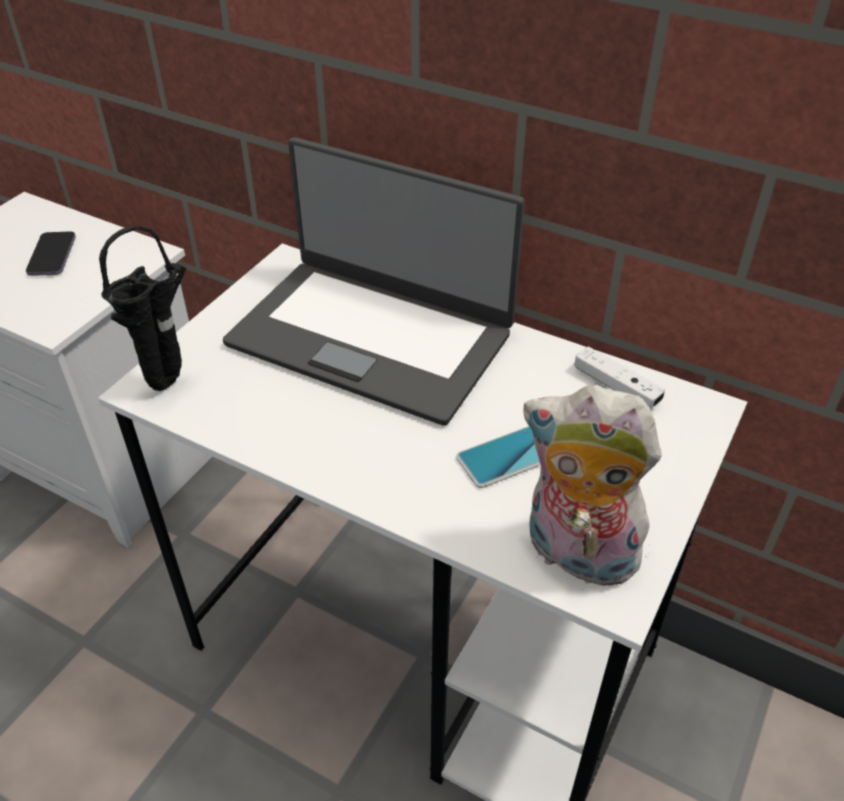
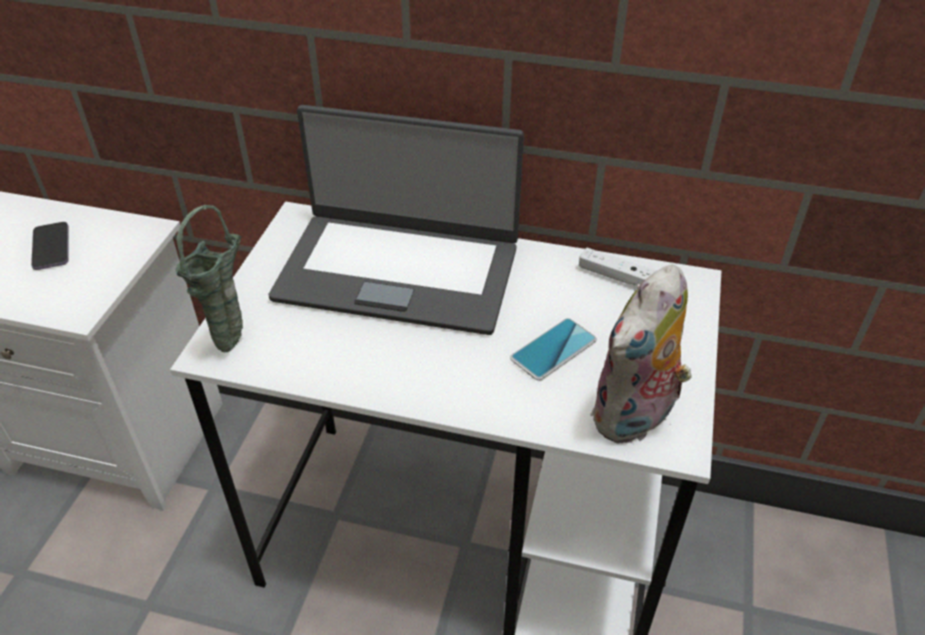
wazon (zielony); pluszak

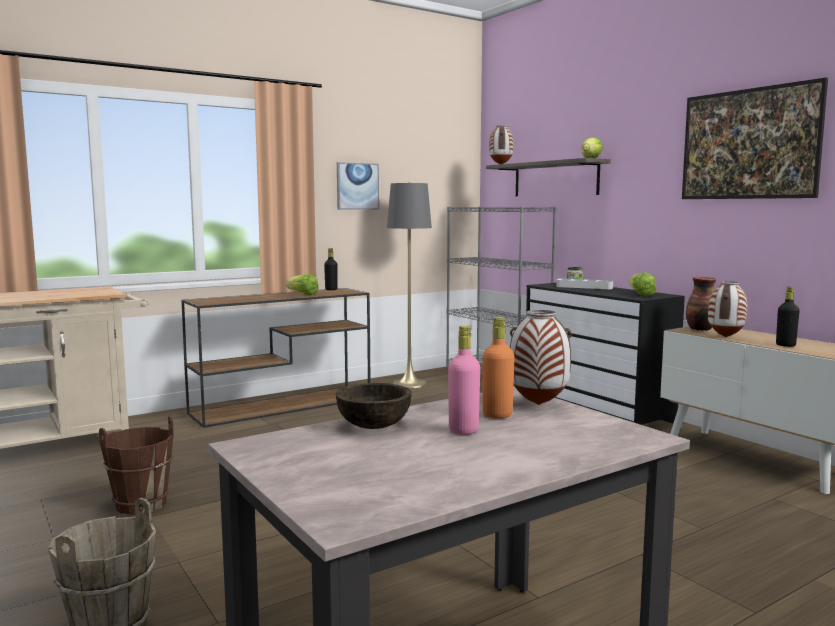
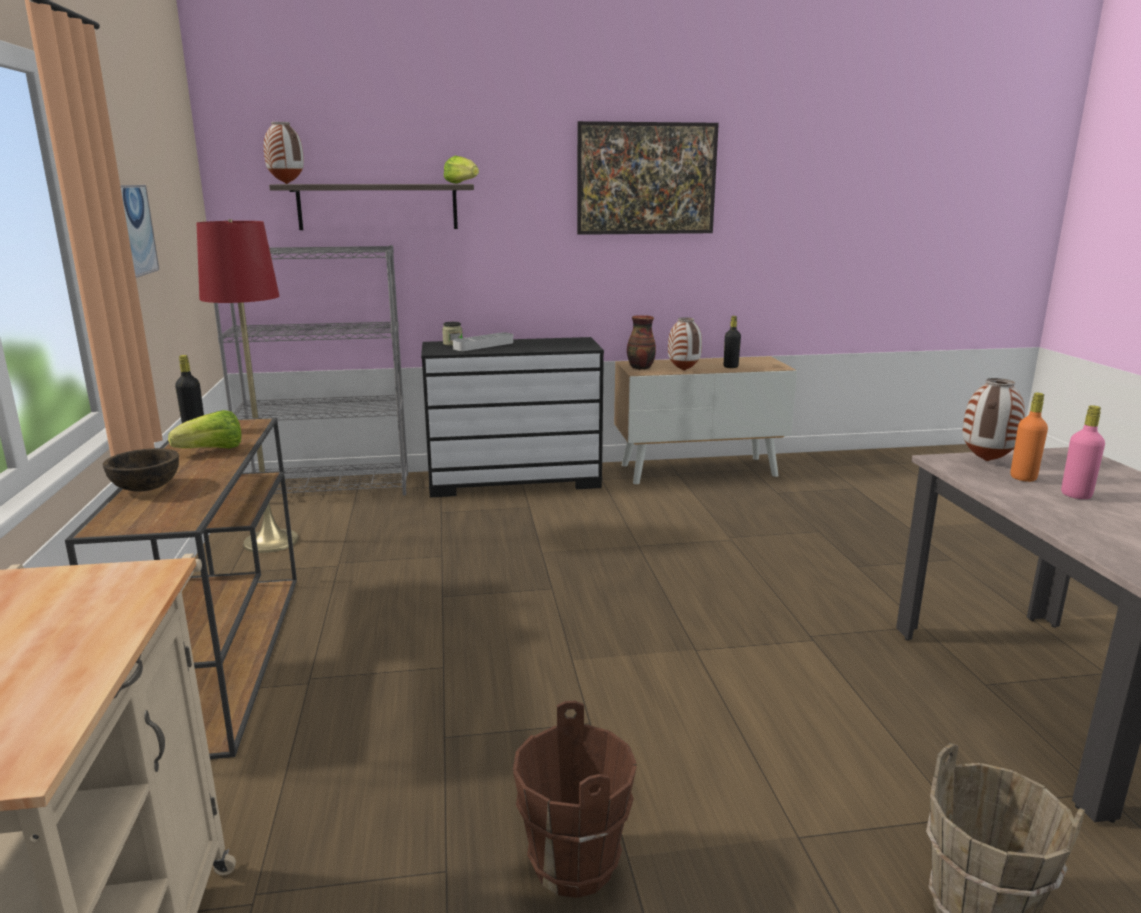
sałata (no. 3 from left in the first image); miska (brązowy); lampa stojąca (czerwony)

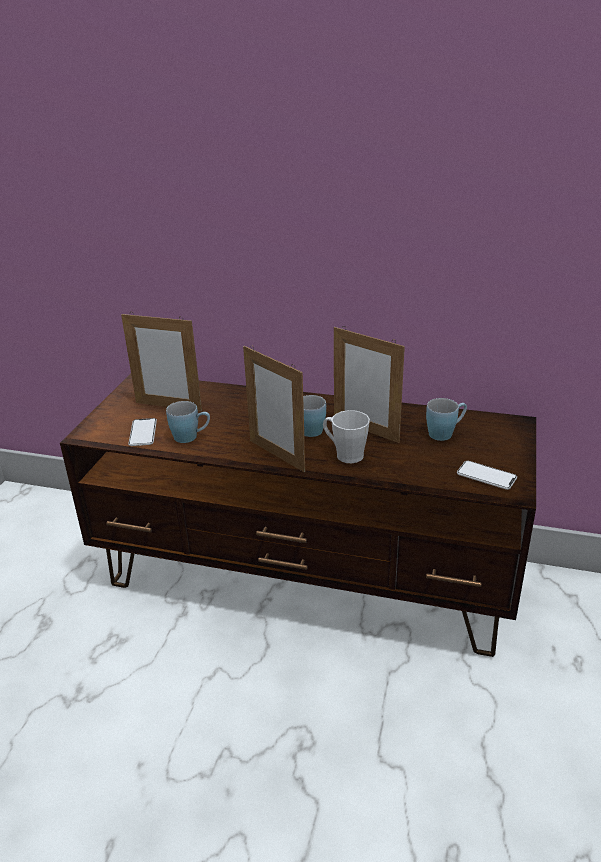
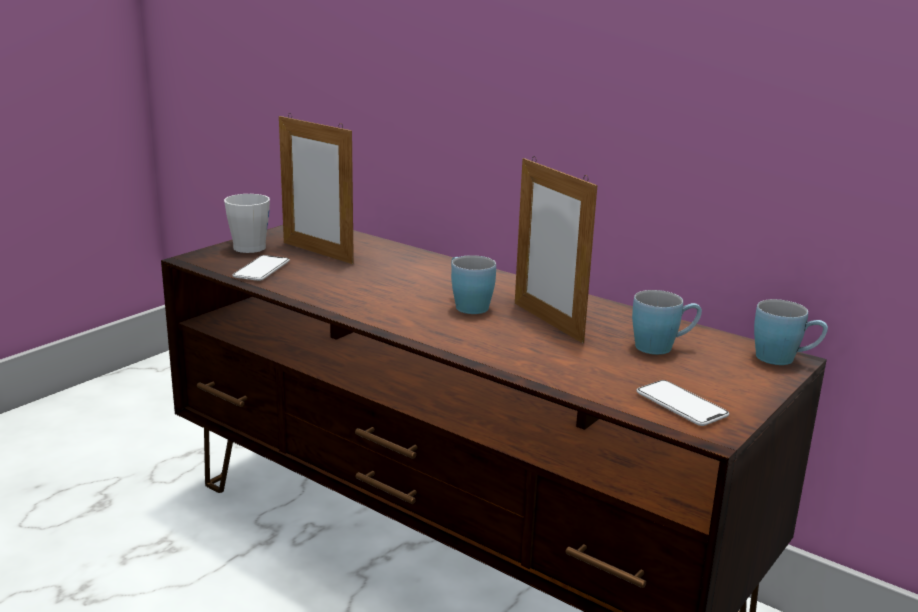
ramka na zdjęcie (no. 2 from left in the first image); kubek (niebieski) (no. 3 from left); kubek (szary)

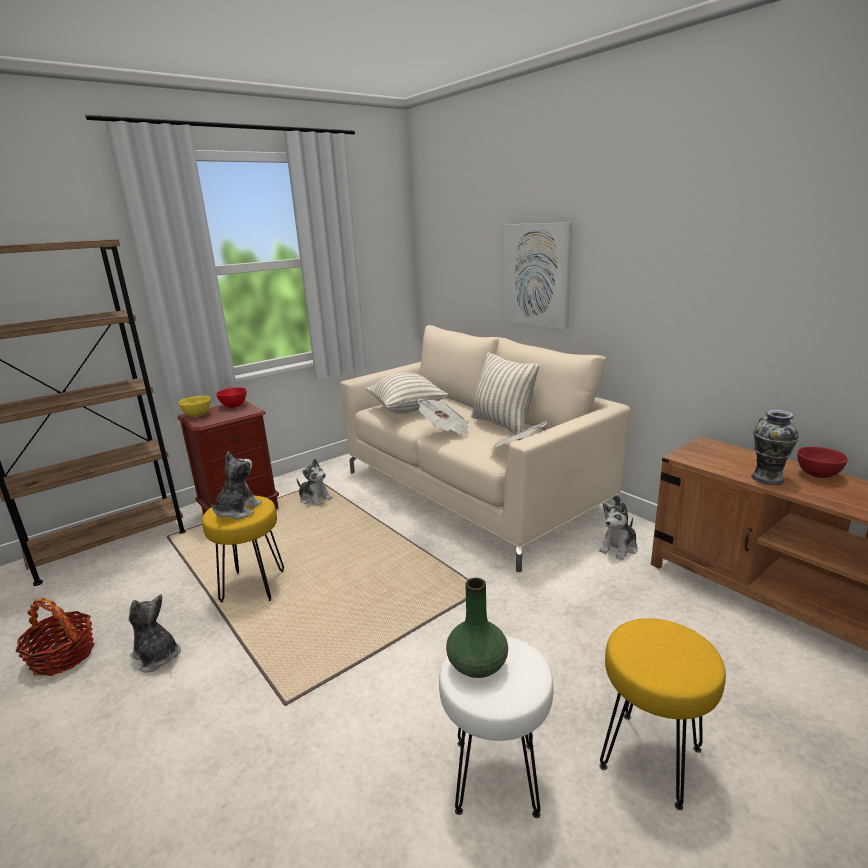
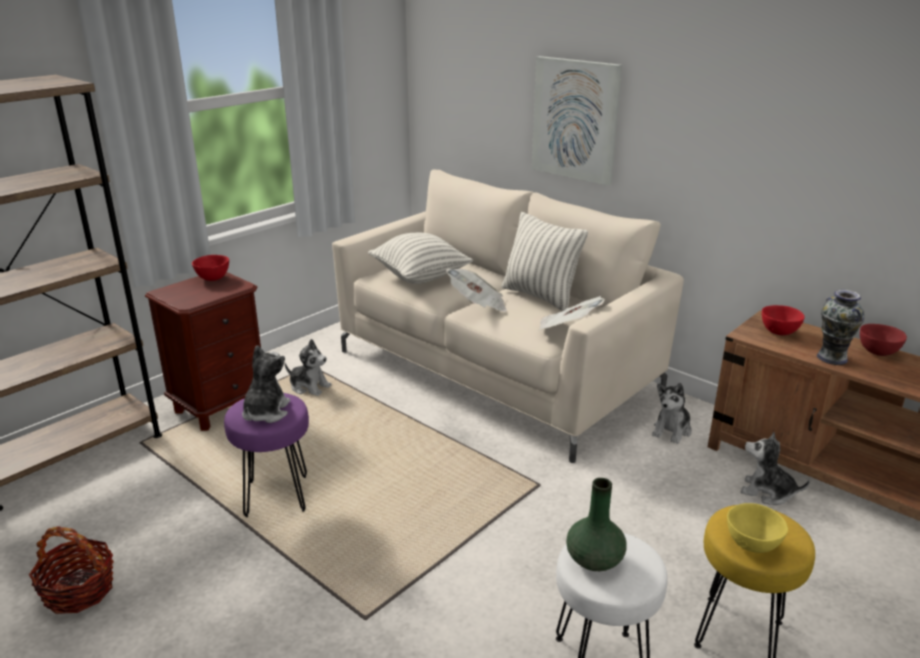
miska (czerwony) (no. 2 from left); pluszak (no. 4 from left); miska (żółty); stołek (fioletowy)

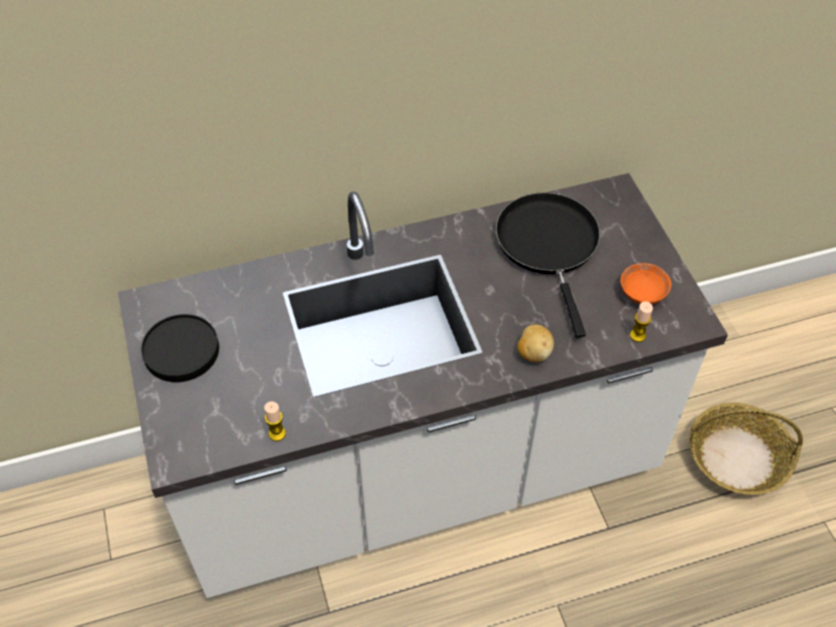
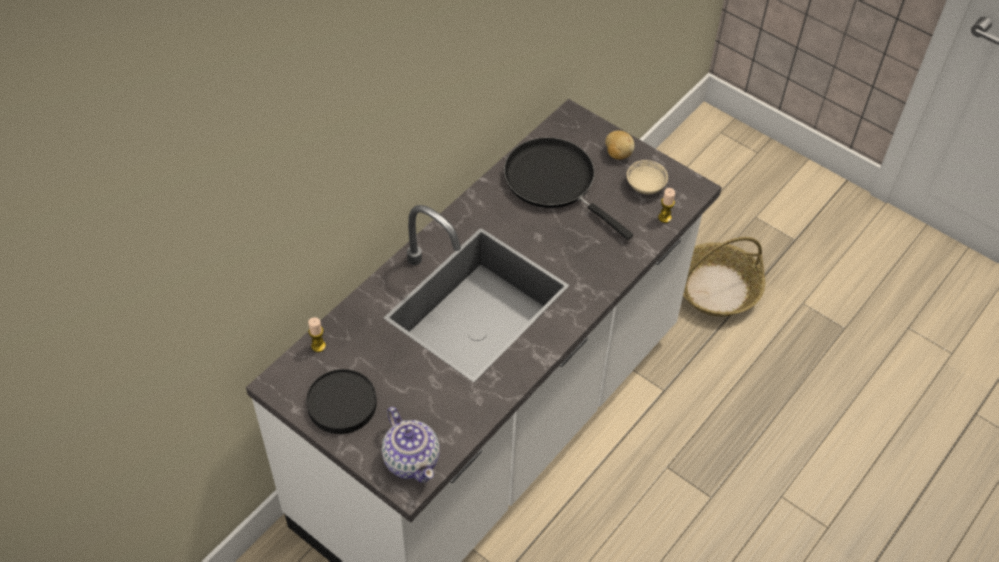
imbryk; świeca (no. 1 from left); ziemniak; miska (beżowy)

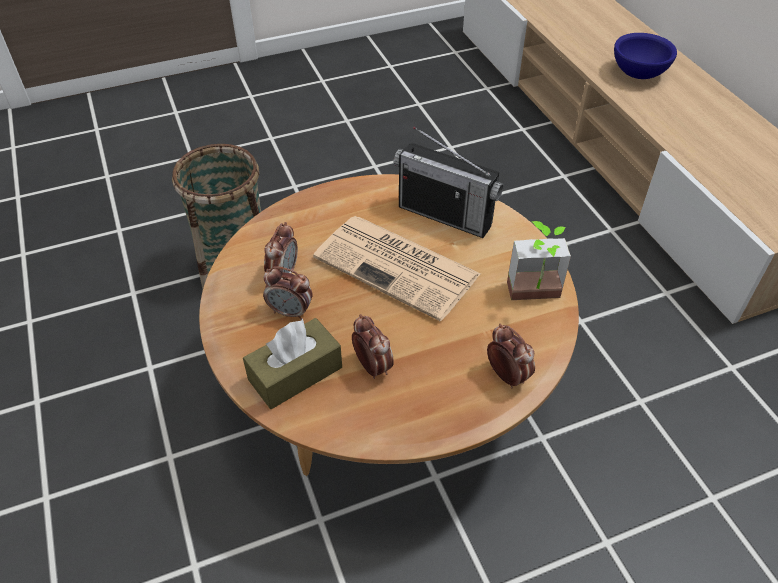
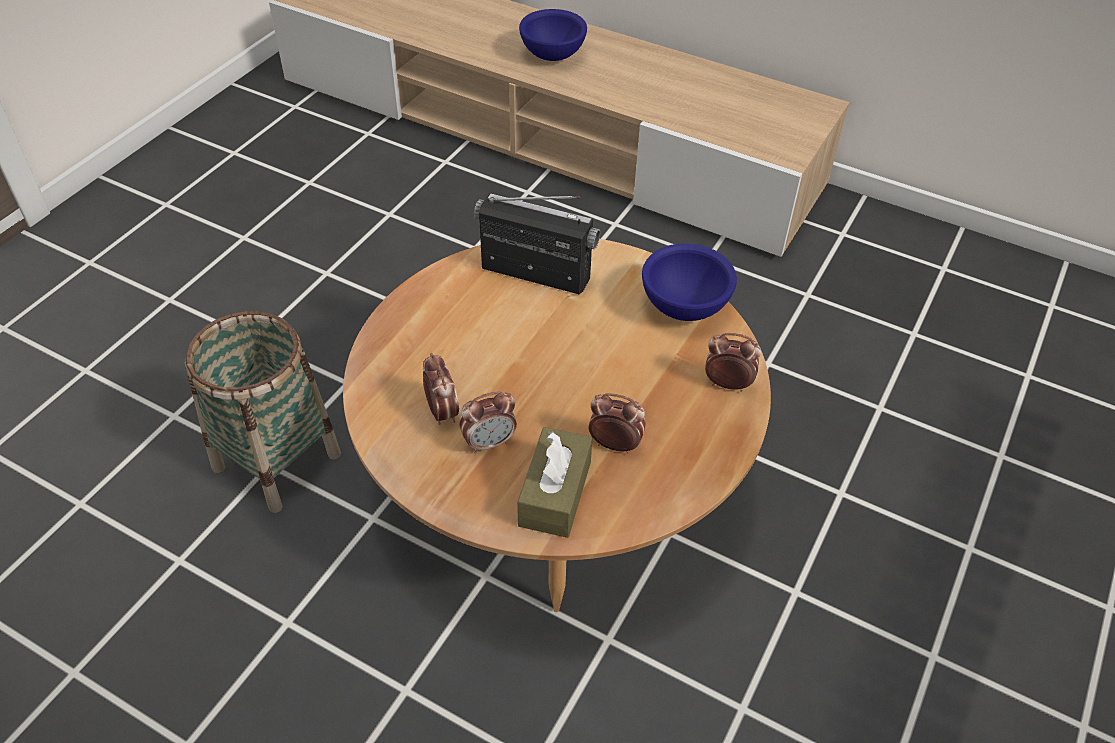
gazeta; miska (niebieski) (no. 2 from left); radio

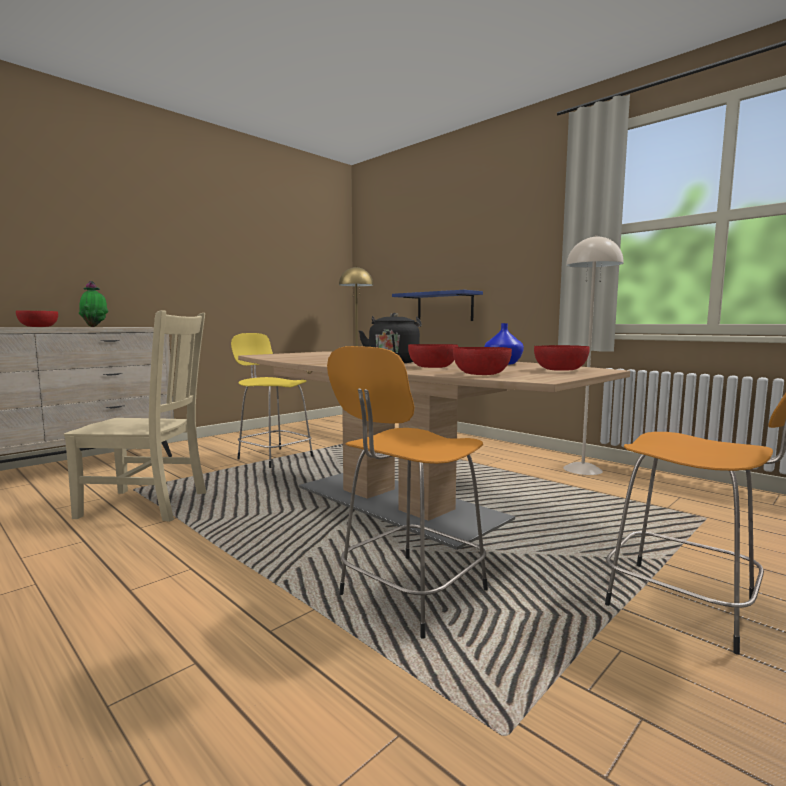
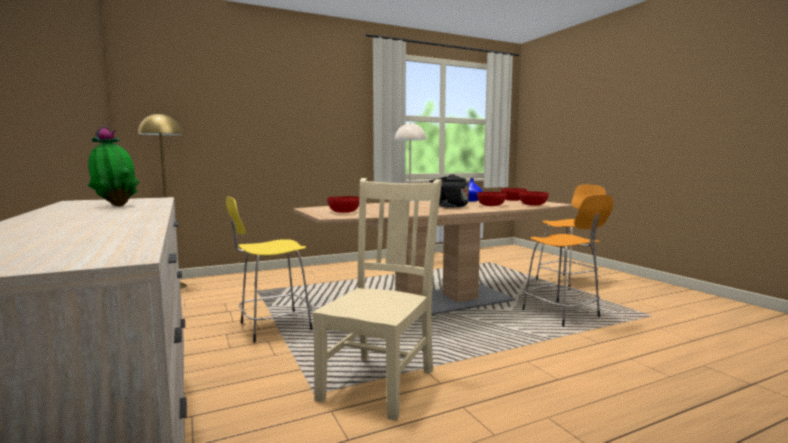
półka (niebieski); miska (czerwony) (no. 1 from left)

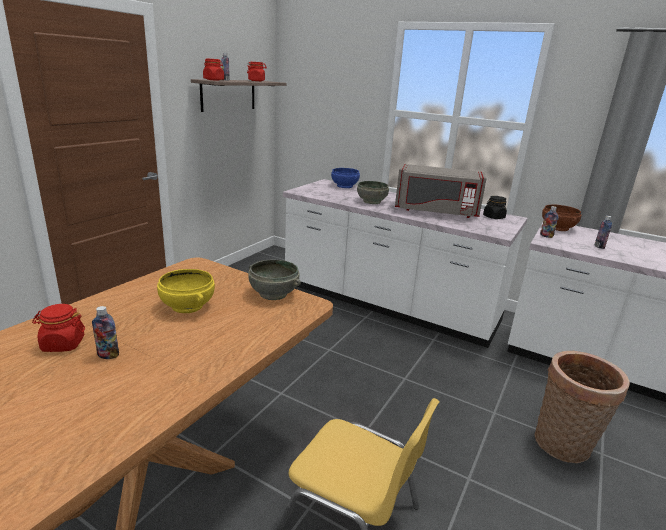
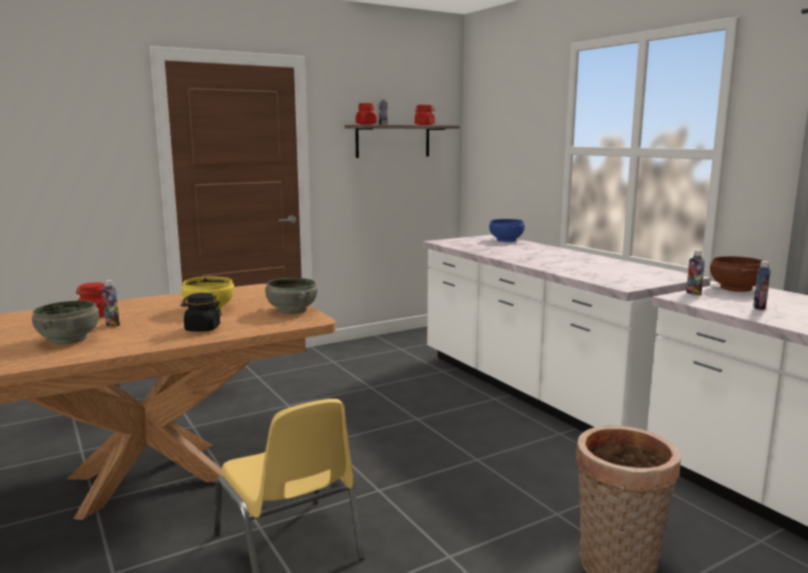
mikrofalówka (szary); miska (szary) (no. 1 from left); słoik (czarny)

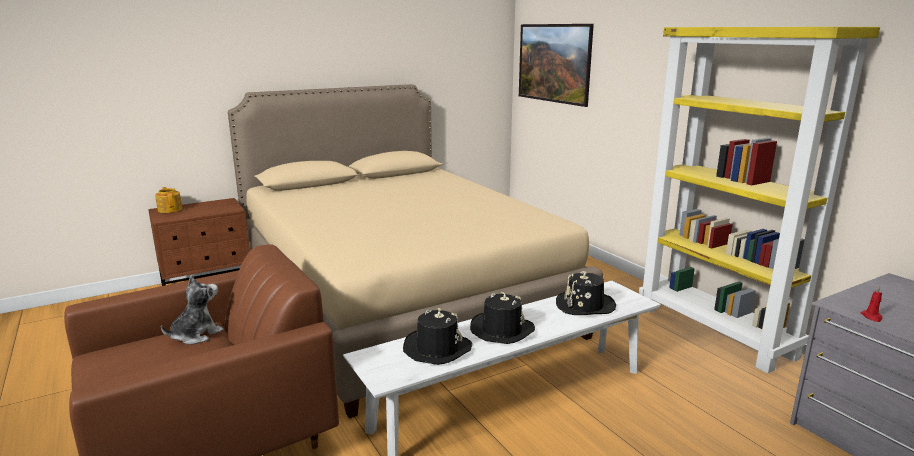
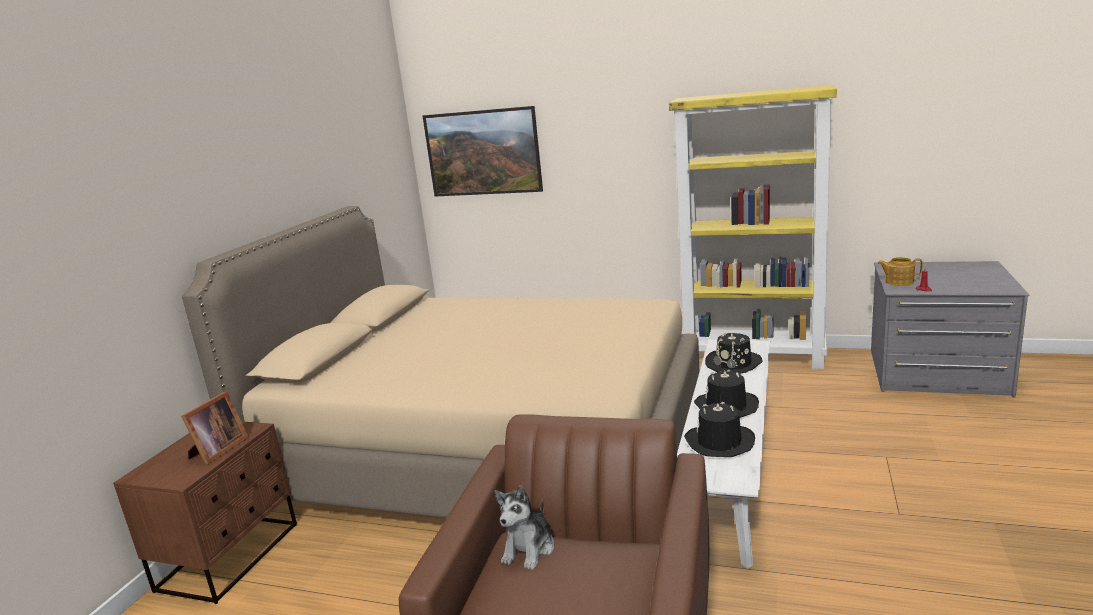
ramka na zdjęcie; imbryk; pluszak

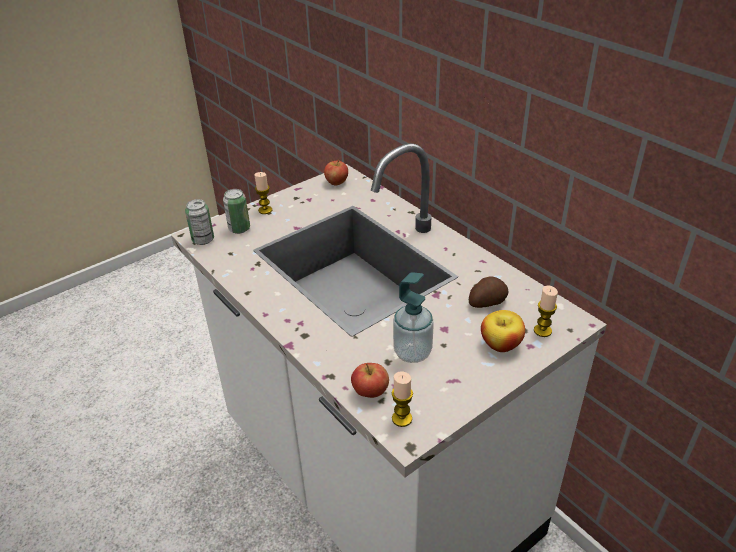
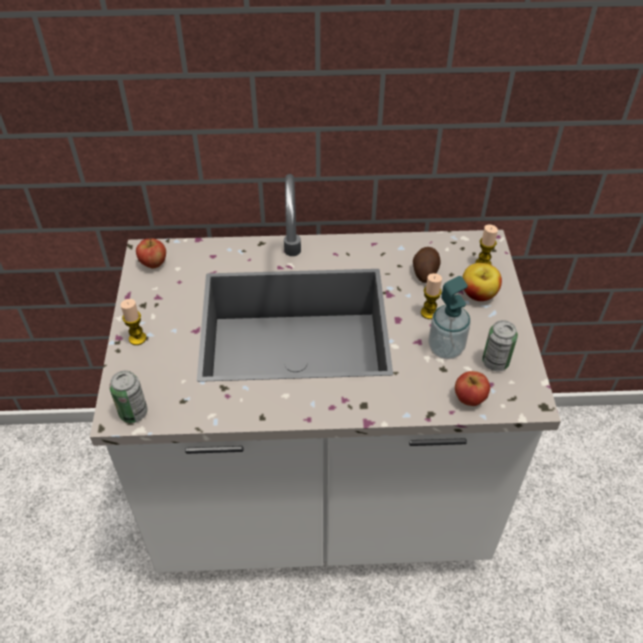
puszka (no. 2 from left); świeca (no. 2 from left)

